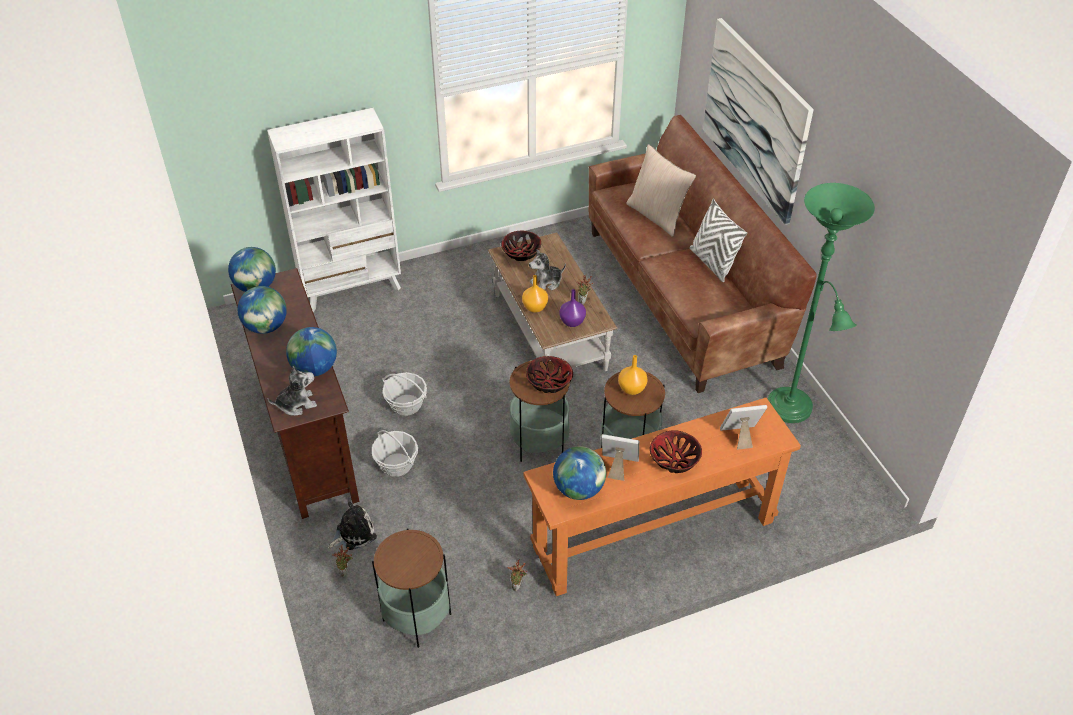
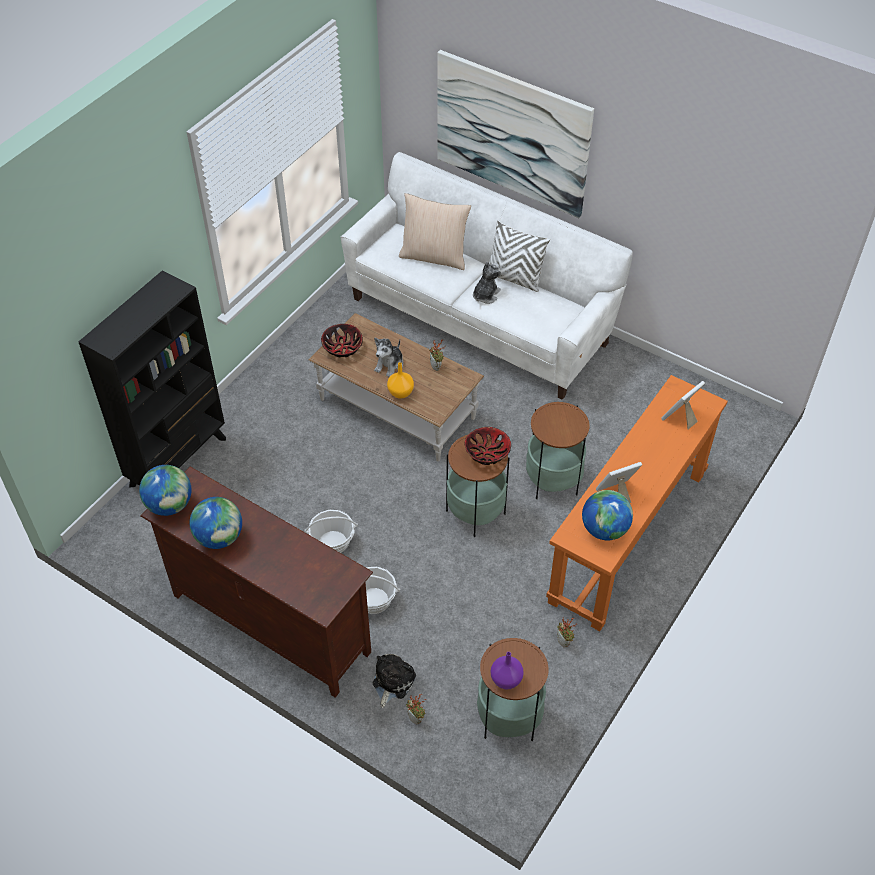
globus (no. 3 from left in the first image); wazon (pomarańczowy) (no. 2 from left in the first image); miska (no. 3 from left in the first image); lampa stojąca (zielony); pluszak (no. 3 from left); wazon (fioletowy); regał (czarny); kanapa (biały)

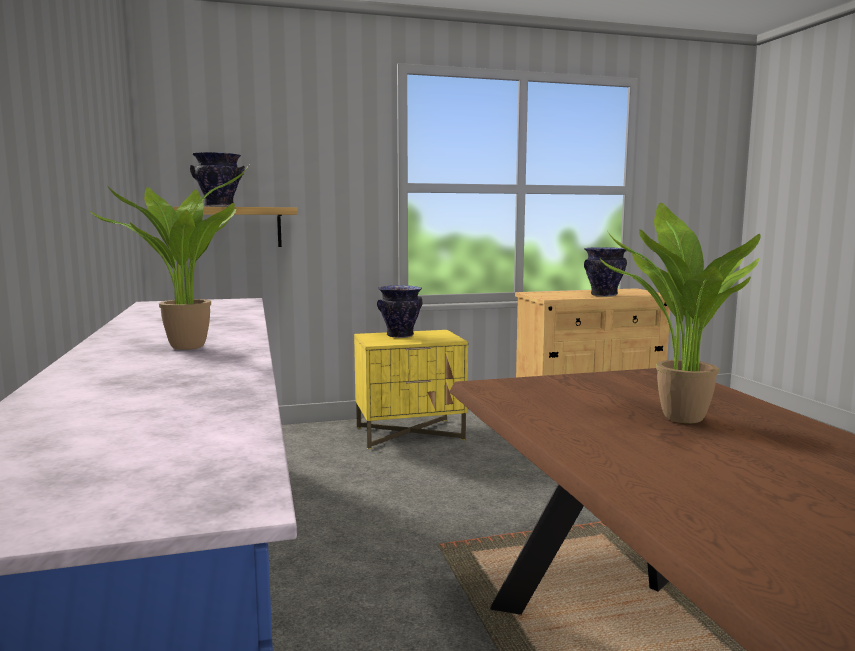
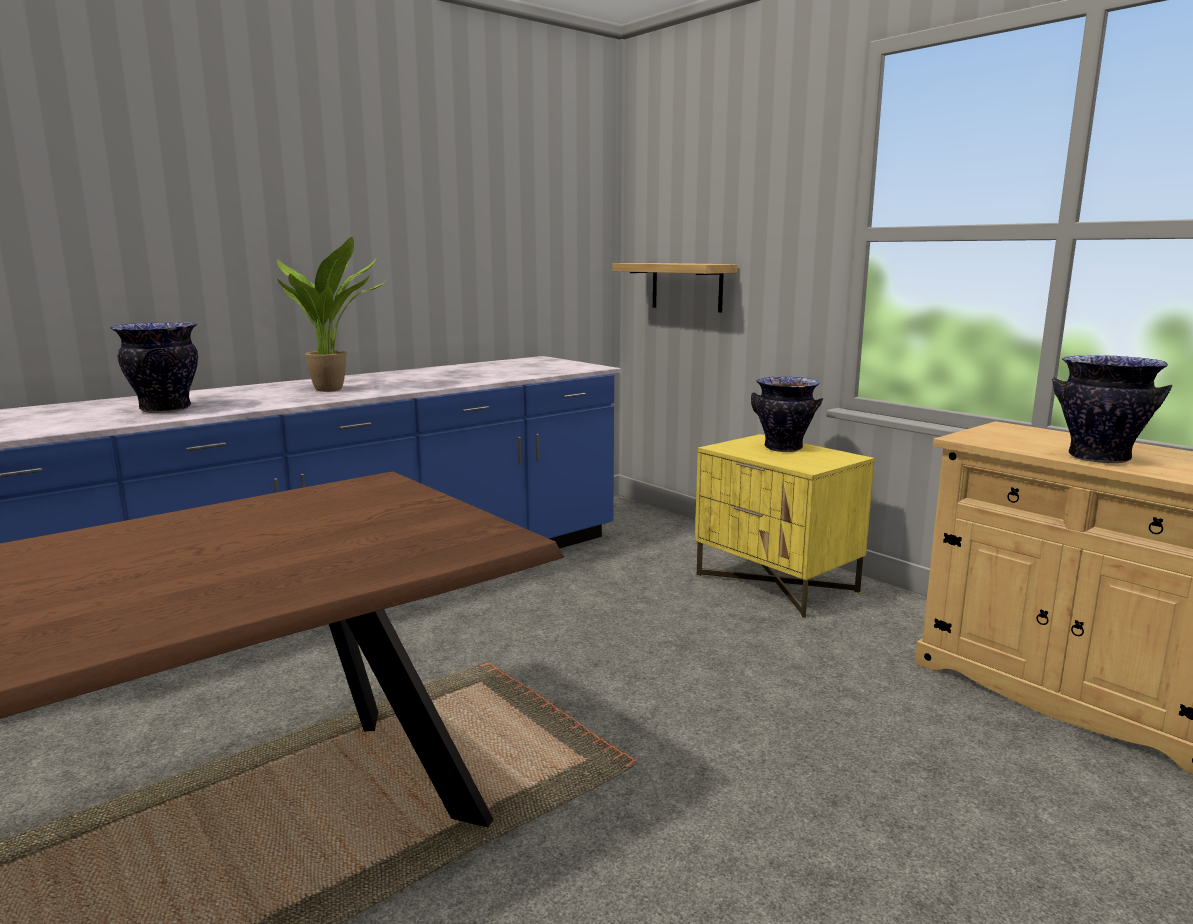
roślina doniczkowa (no. 2 from left in the first image); wazon (no. 1 from left)

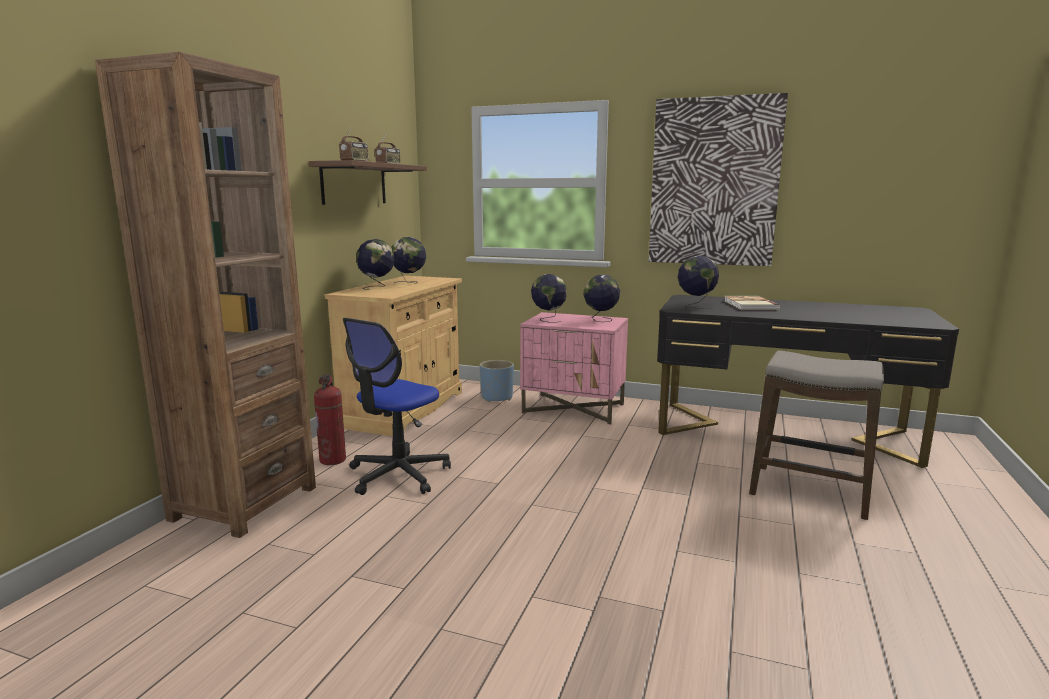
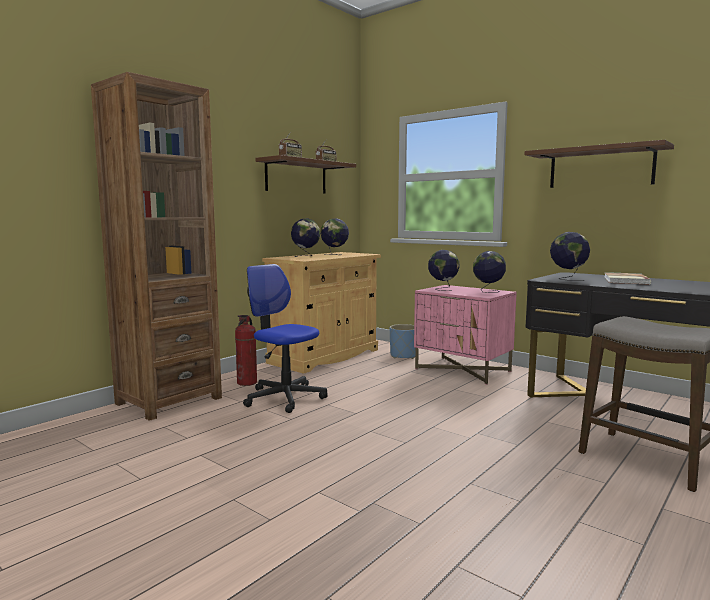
półka (brązowy) (no. 2 from left); krzesło biurowe

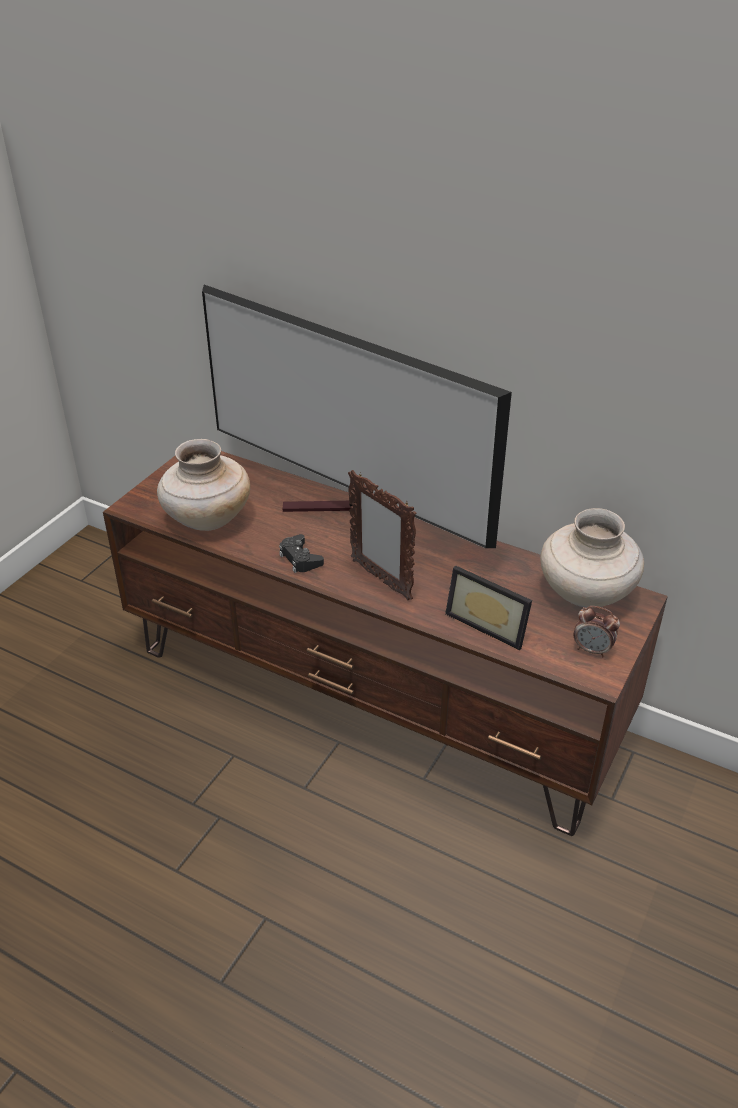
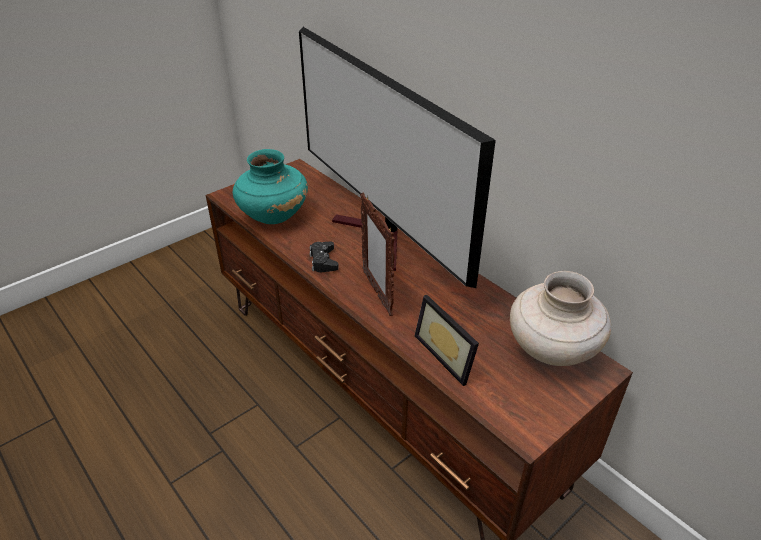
budzik; wazon (turkusowy)

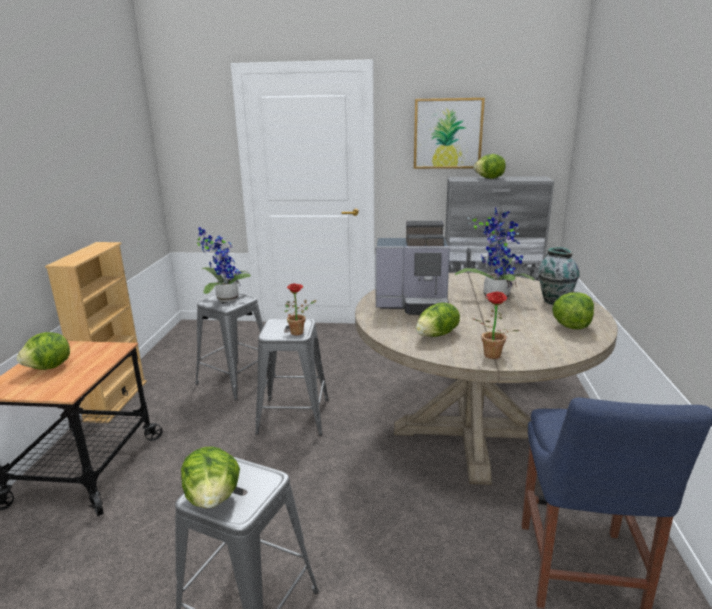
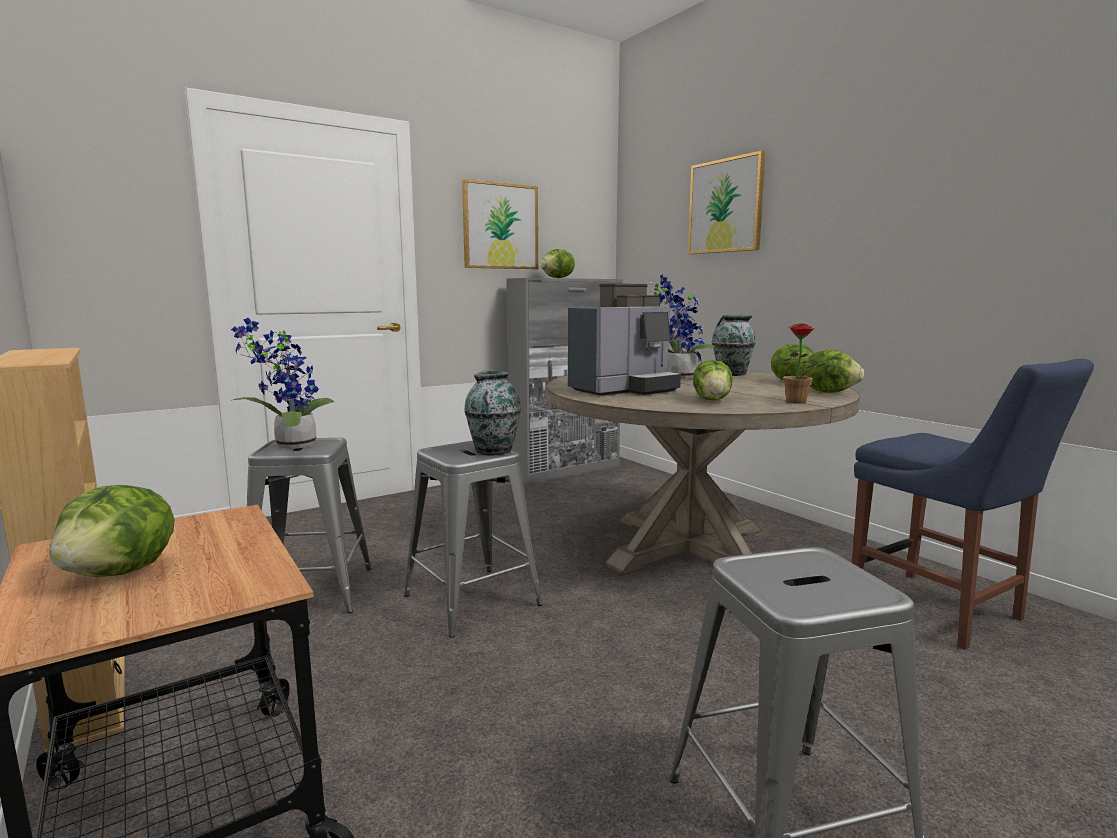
obraz (no. 2 from left); sałata (no. 5 from left); wazon (no. 1 from left)

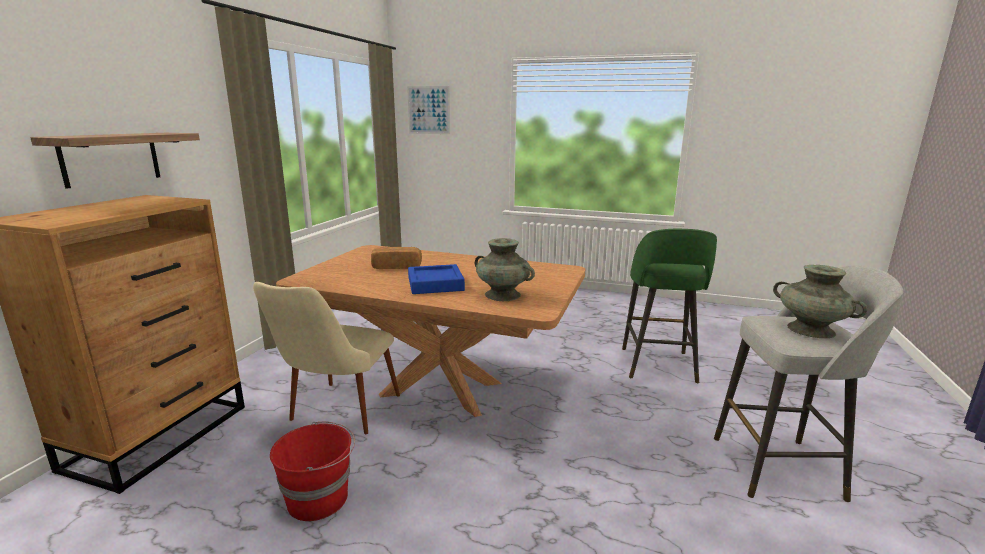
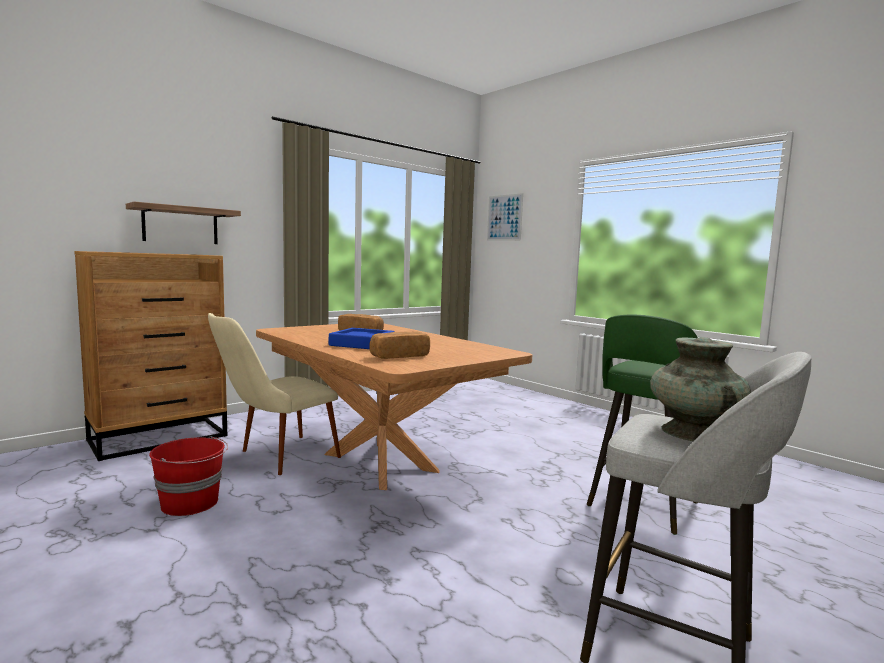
chleb (no. 2 from left)

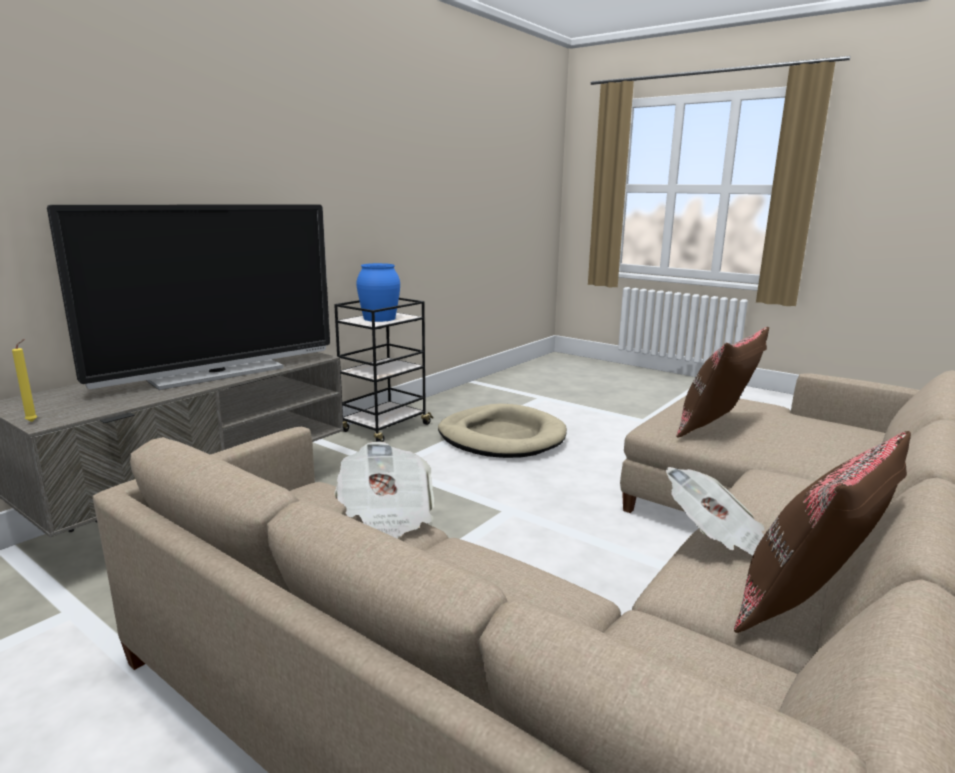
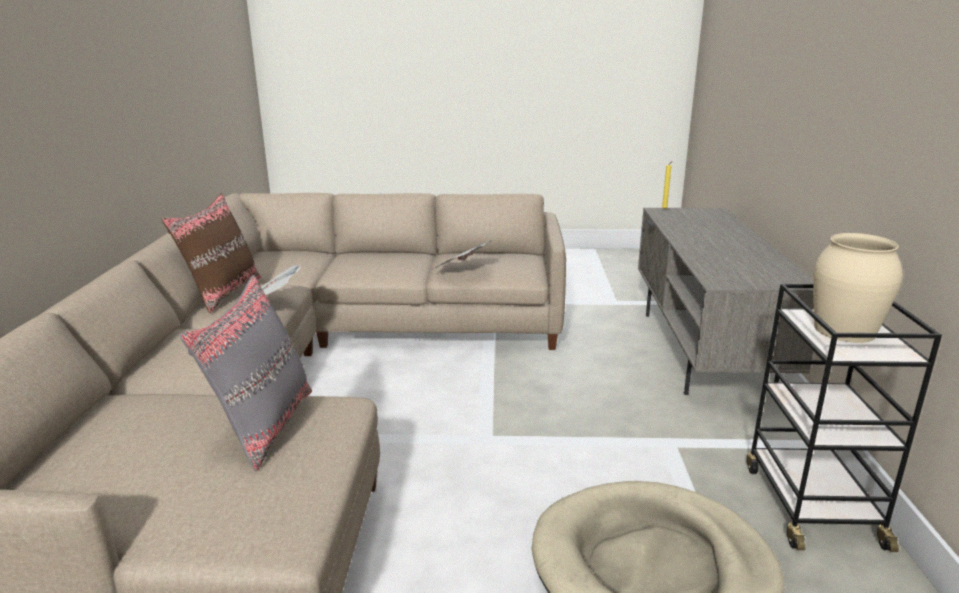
telewizor; wazon (beżowy); poduszka (szary)

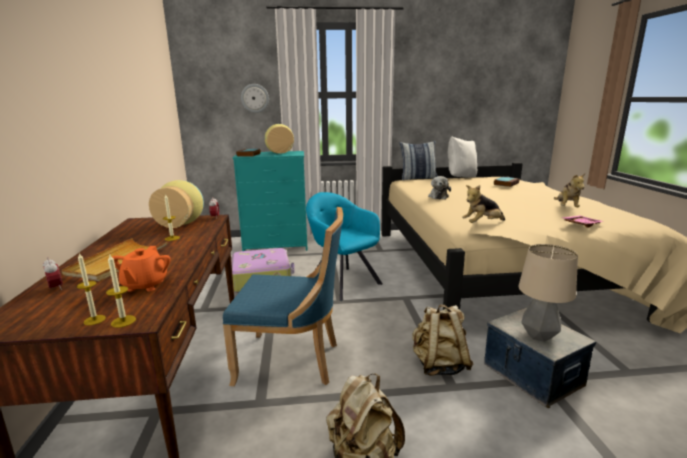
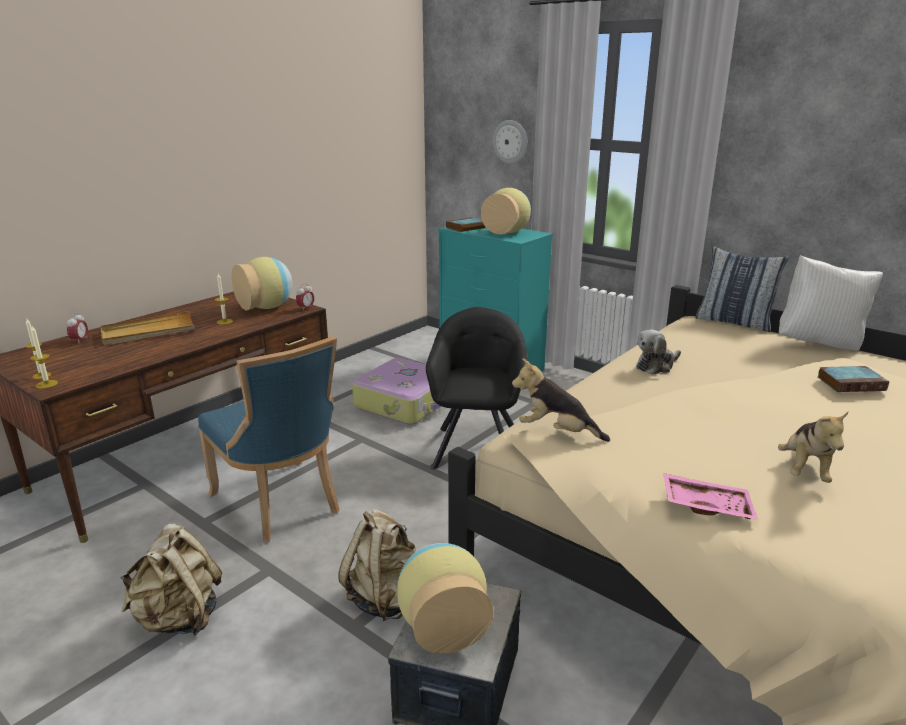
imbryk (pomarańczowy); wazon (no. 2 from left); fotel (czarny); pluszak (no. 3 from left)

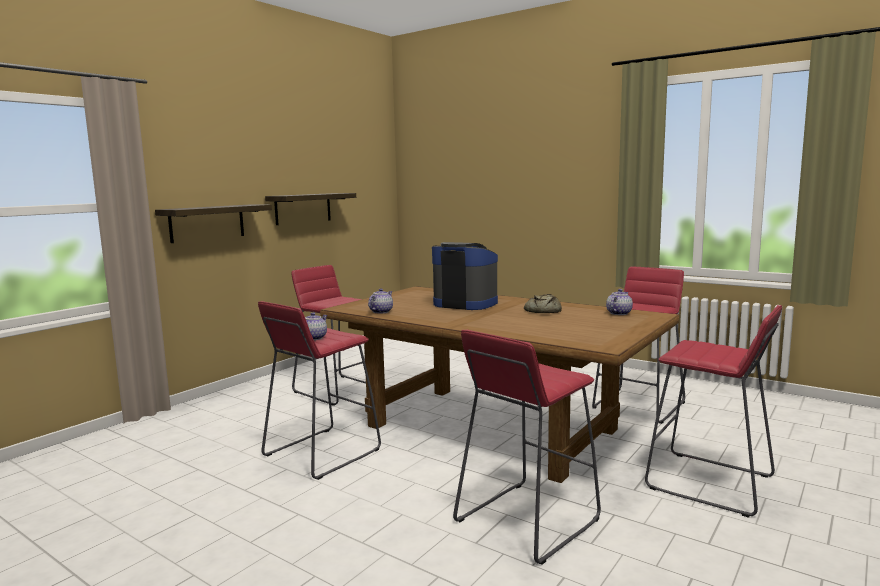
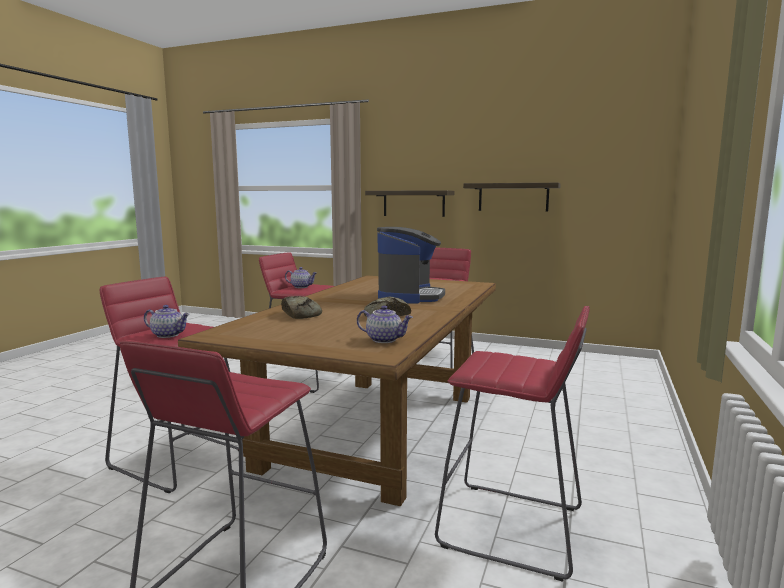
chleb (no. 1 from left); imbryk (no. 1 from left)

